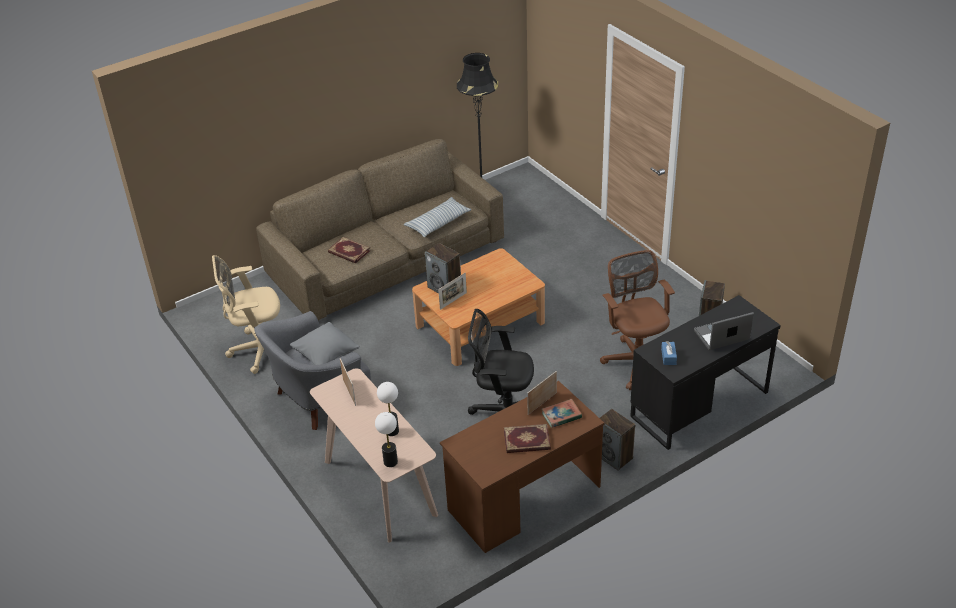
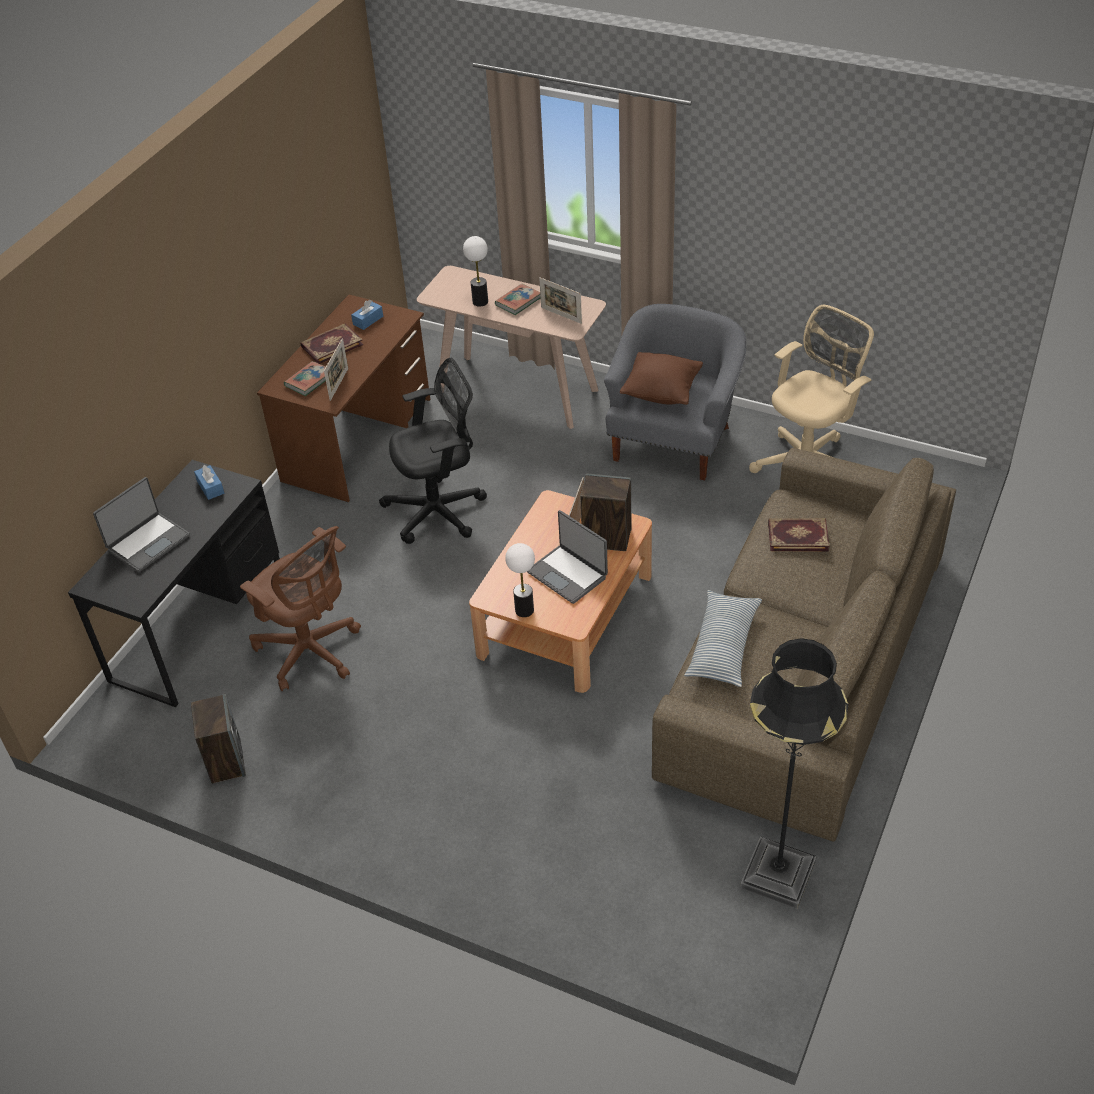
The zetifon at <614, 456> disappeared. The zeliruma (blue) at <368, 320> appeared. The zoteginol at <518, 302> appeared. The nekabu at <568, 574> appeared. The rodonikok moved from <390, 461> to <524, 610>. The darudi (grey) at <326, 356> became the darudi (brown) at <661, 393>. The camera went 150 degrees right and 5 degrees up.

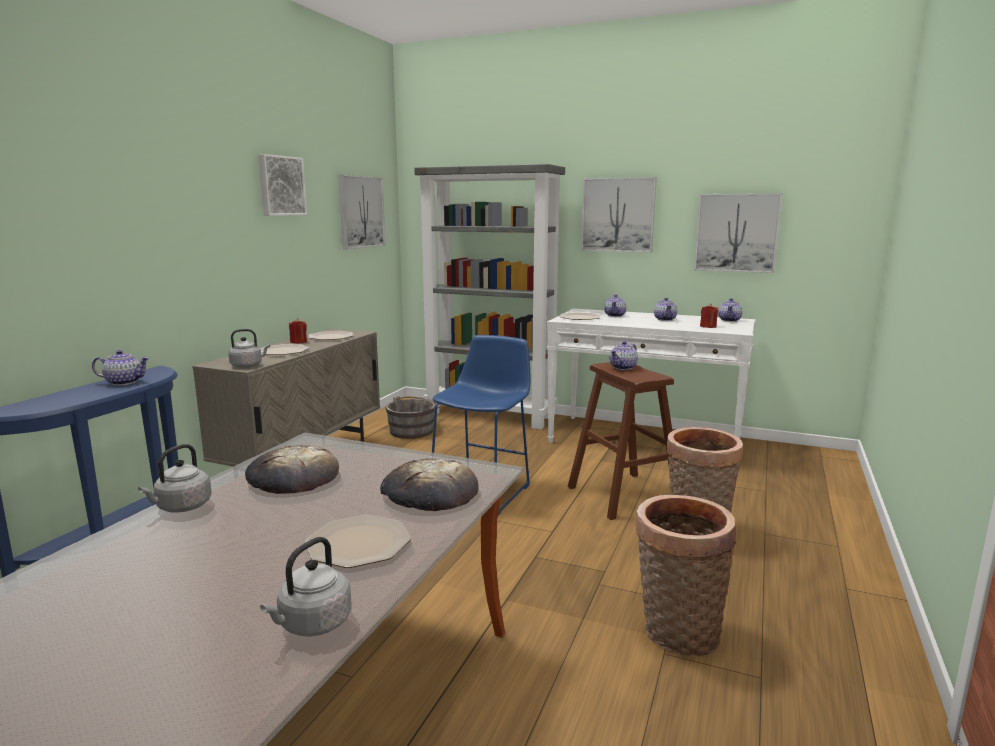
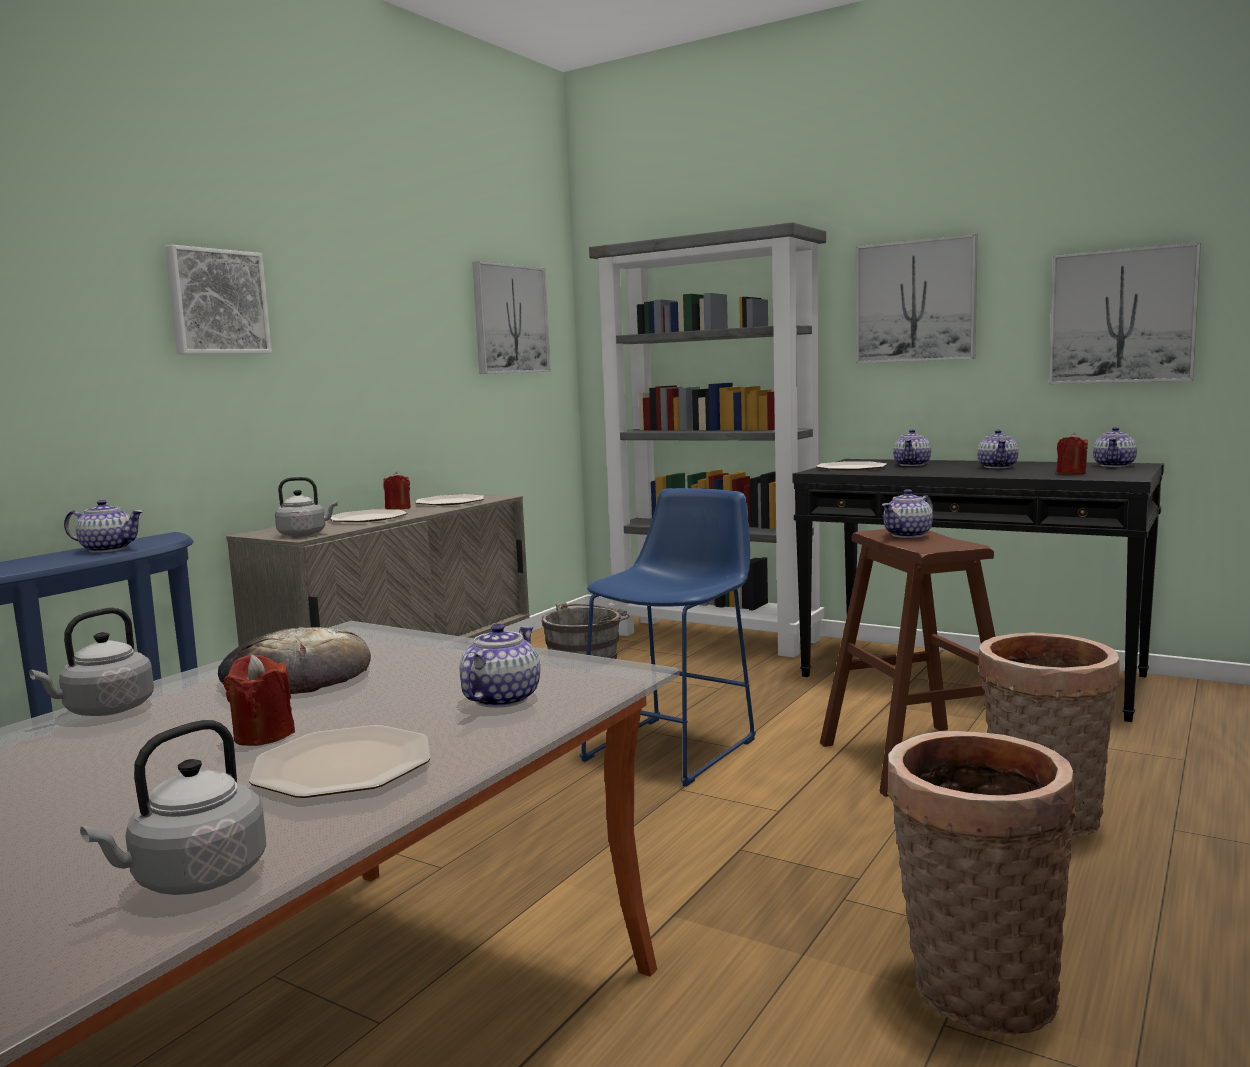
The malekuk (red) at <263, 735> appeared. The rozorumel moved from <281, 186> to <216, 302>. The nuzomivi at <429, 492> was replaced by the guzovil at <500, 699>. The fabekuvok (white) at <645, 440> became the fabekuvok (black) at <972, 676>. The camera went 10 degrees right and 5 degrees down.

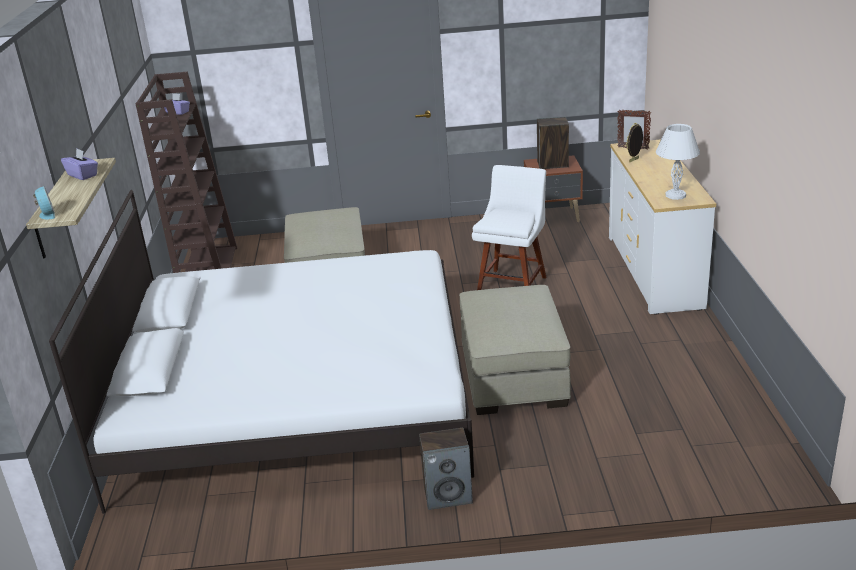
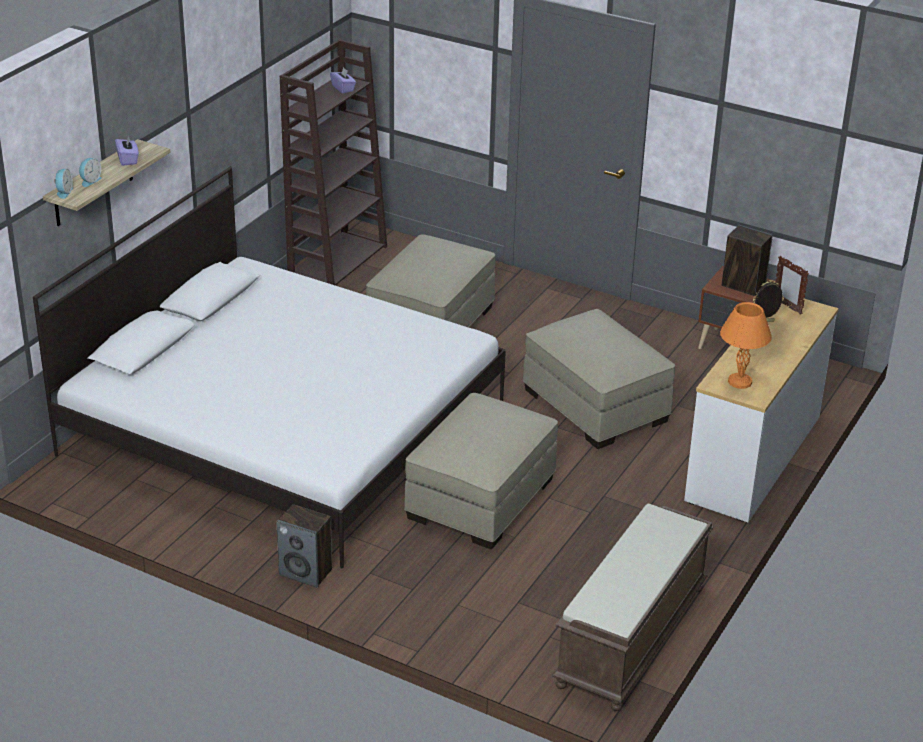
The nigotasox at <90, 181> appeared. The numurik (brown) at <632, 637> appeared. The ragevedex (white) at <513, 283> was replaced by the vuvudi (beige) at <596, 406>. The rodonikok (white) at <674, 195> became the rodonikok (orange) at <739, 381>. The camera went 30 degrees right and 5 degrees up.

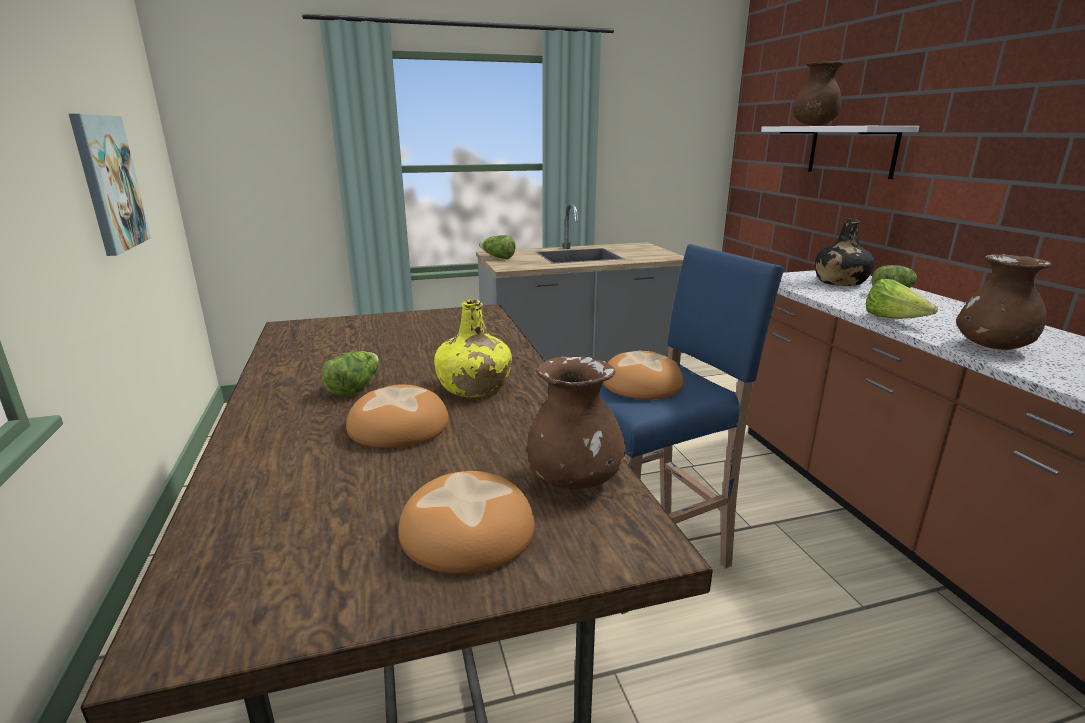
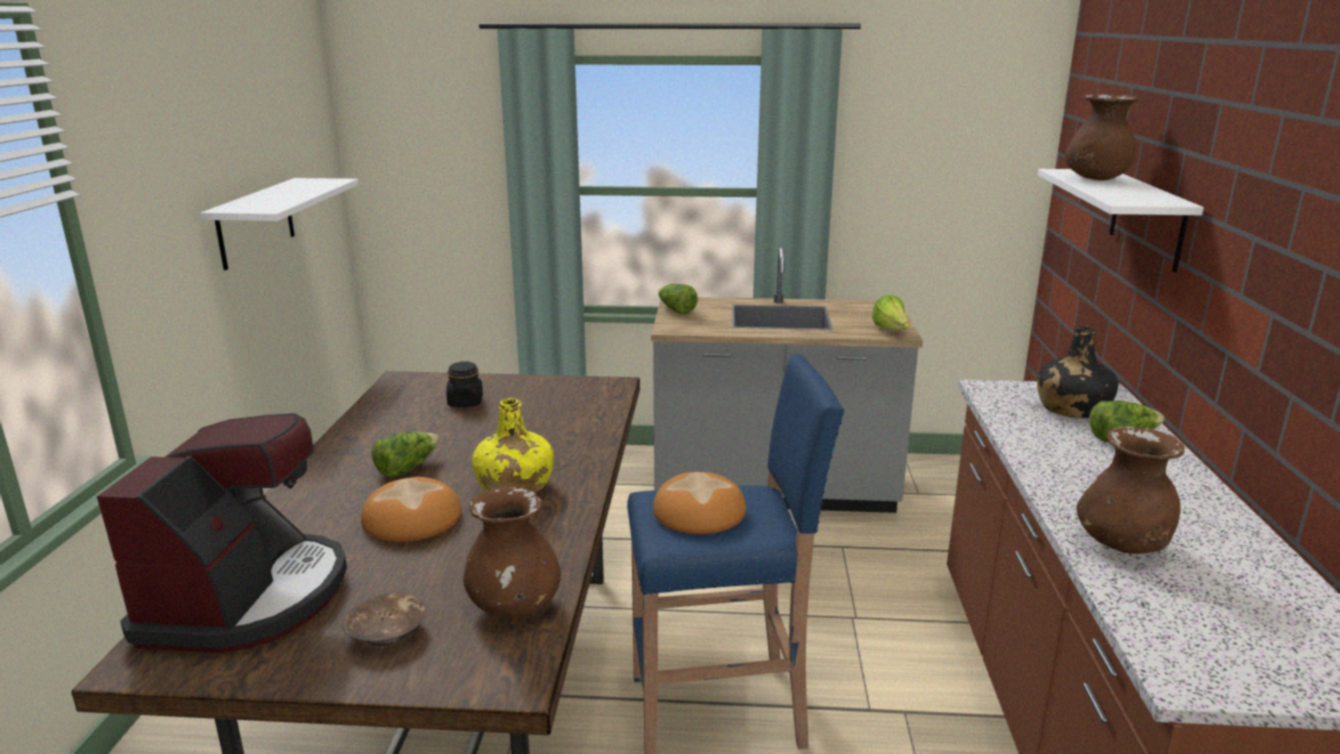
The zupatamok at <248, 598> appeared. The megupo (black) at <465, 402> appeared. The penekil moved from <893, 319> to <891, 331>. The rozorumel at <109, 183> was replaced by the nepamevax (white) at <256, 223>. The nuzomivi at <469, 531> was replaced by the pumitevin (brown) at <387, 632>. The camera went 20 degrees right and 0 degrees up.

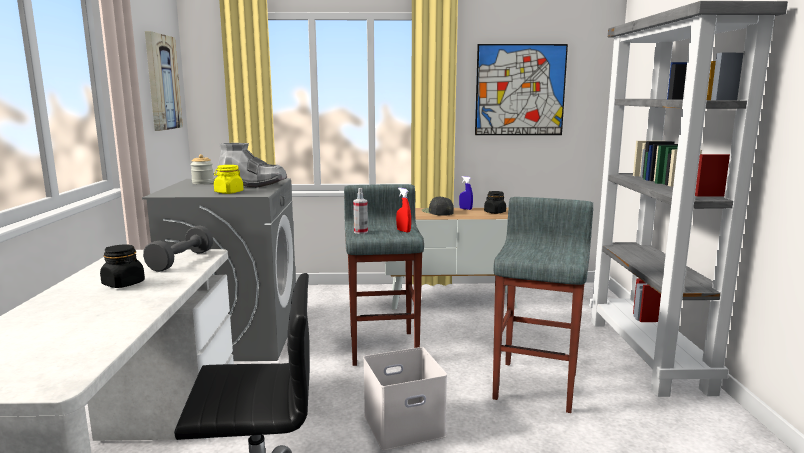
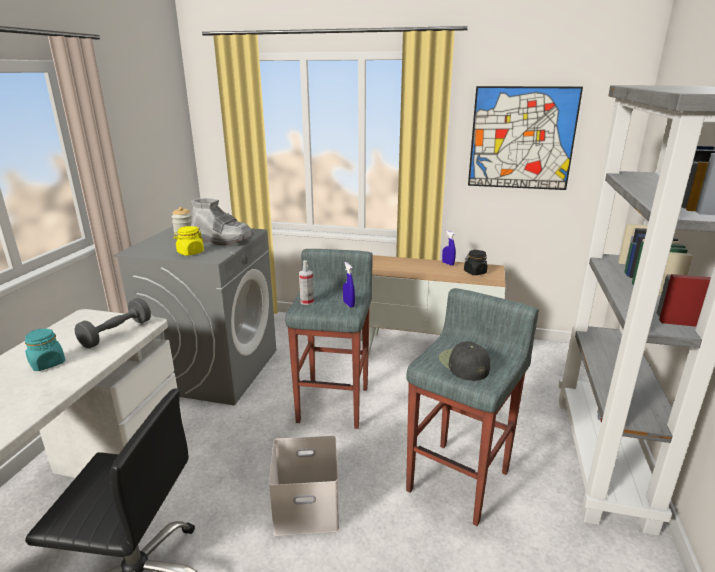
The rozorumel at <162, 82> disappeared. The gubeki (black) moved from <437, 212> to <463, 364>. The megupo (black) at <124, 284> became the megupo (turquoise) at <47, 363>. The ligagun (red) at <403, 231> became the ligagun (blue) at <348, 304>. The camera went 15 degrees right and 10 degrees up.

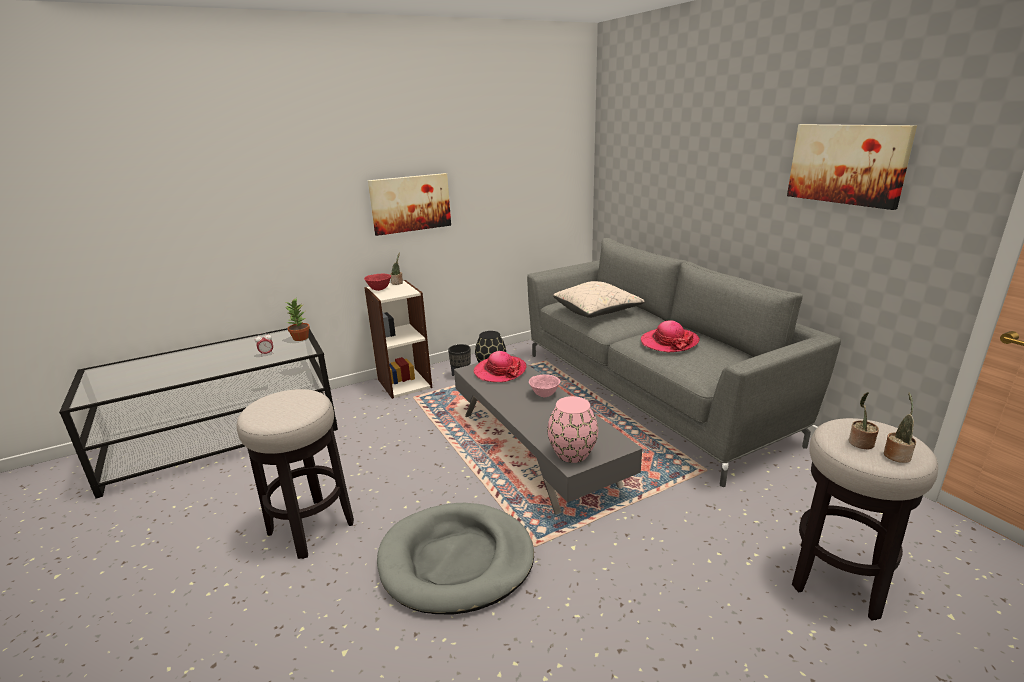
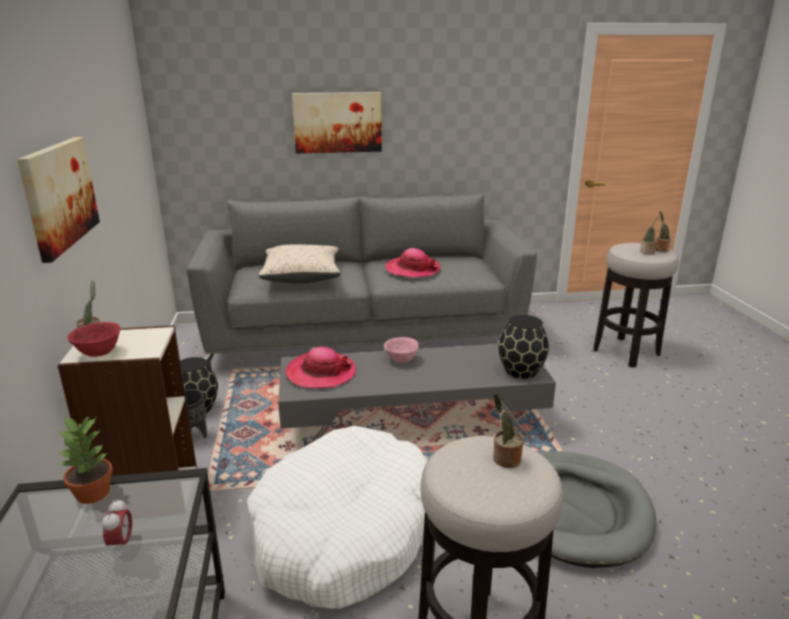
The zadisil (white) at <345, 532> appeared. The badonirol at <504, 459> appeared. The rozorumel moved from <847, 164> to <337, 122>. The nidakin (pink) at <572, 453> became the nidakin (black) at <520, 371>. The camera went 70 degrees left and 0 degrees up.

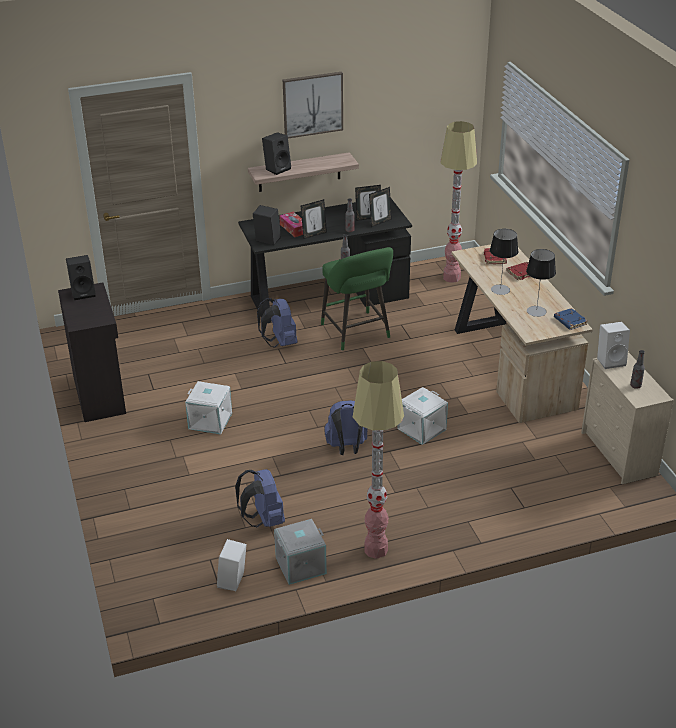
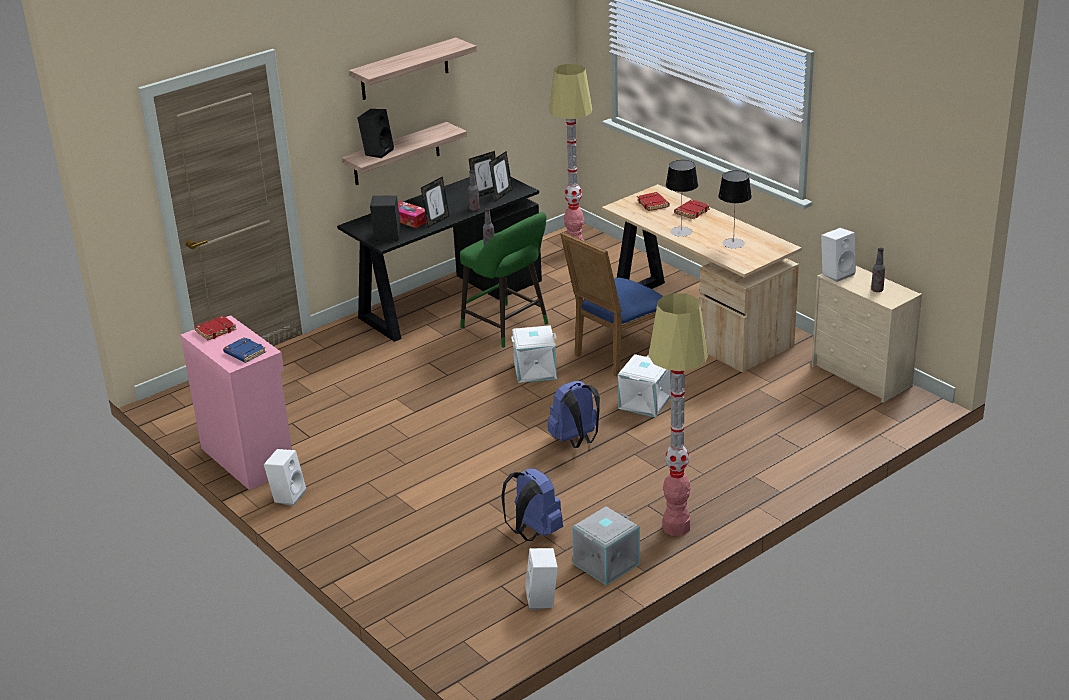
The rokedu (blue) at <279, 342> disappeared. The zetifon (white) at <287, 495> appeared. The ragevedex (blue) at <617, 354> appeared. The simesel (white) moved from <211, 420> to <535, 370>. The zoteginol (blue) moved from <569, 321> to <244, 353>. The zetifon (black) at <84, 293> was replaced by the zoteginol (red) at <215, 330>. The rozorumel at <312, 104> was replaced by the nepamevax at <404, 69>. The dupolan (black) at <100, 394> became the dupolan (pink) at <248, 457>. The camera went 20 degrees left and 5 degrees down.

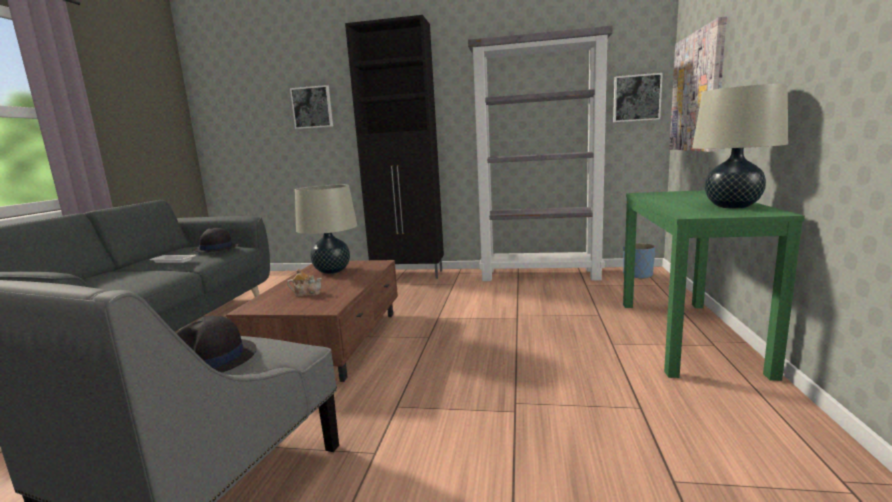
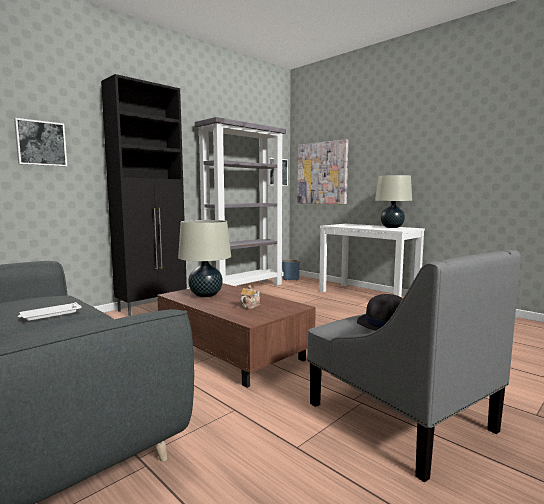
The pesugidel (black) at <215, 248> disappeared. The fabekuvok (green) at <687, 335> became the fabekuvok (white) at <368, 295>. The camera went 55 degrees left and 5 degrees down.

